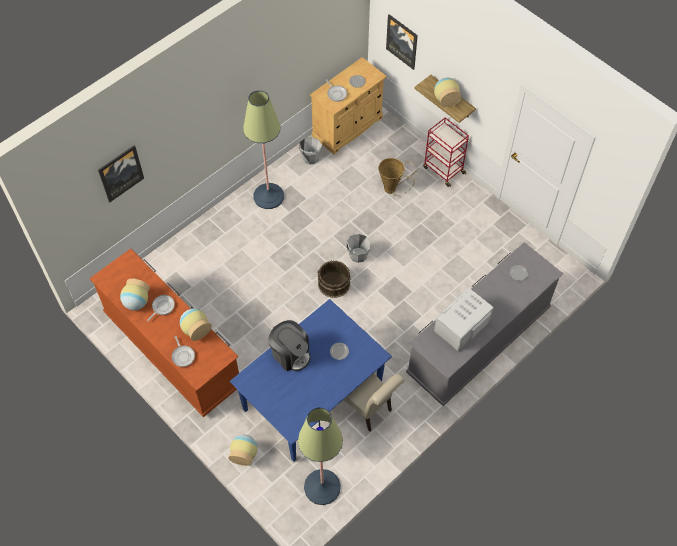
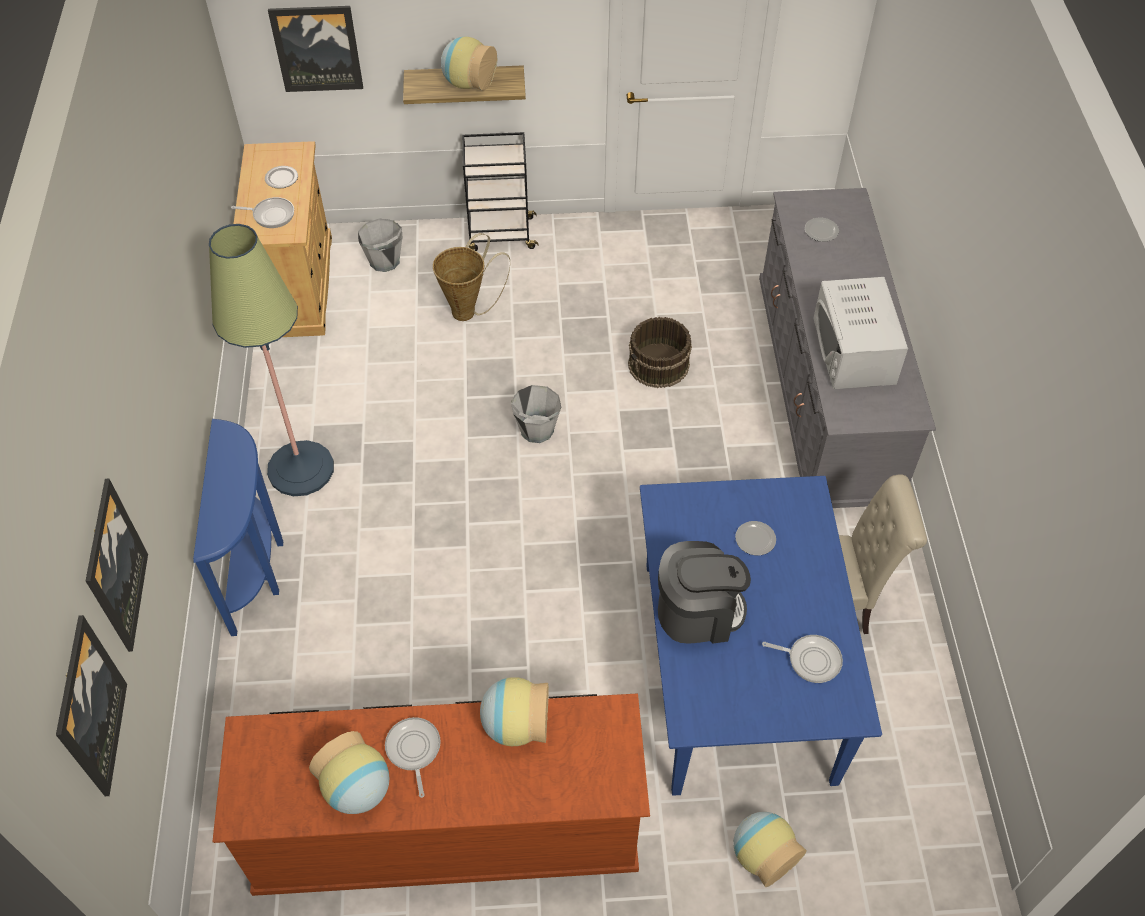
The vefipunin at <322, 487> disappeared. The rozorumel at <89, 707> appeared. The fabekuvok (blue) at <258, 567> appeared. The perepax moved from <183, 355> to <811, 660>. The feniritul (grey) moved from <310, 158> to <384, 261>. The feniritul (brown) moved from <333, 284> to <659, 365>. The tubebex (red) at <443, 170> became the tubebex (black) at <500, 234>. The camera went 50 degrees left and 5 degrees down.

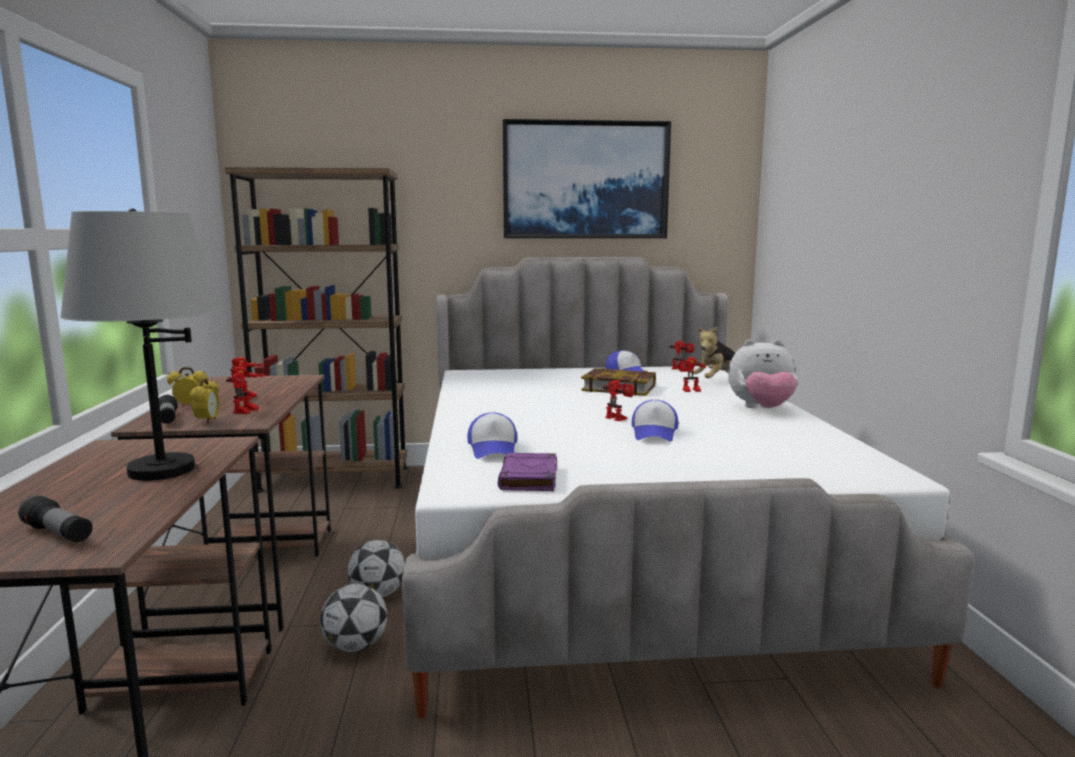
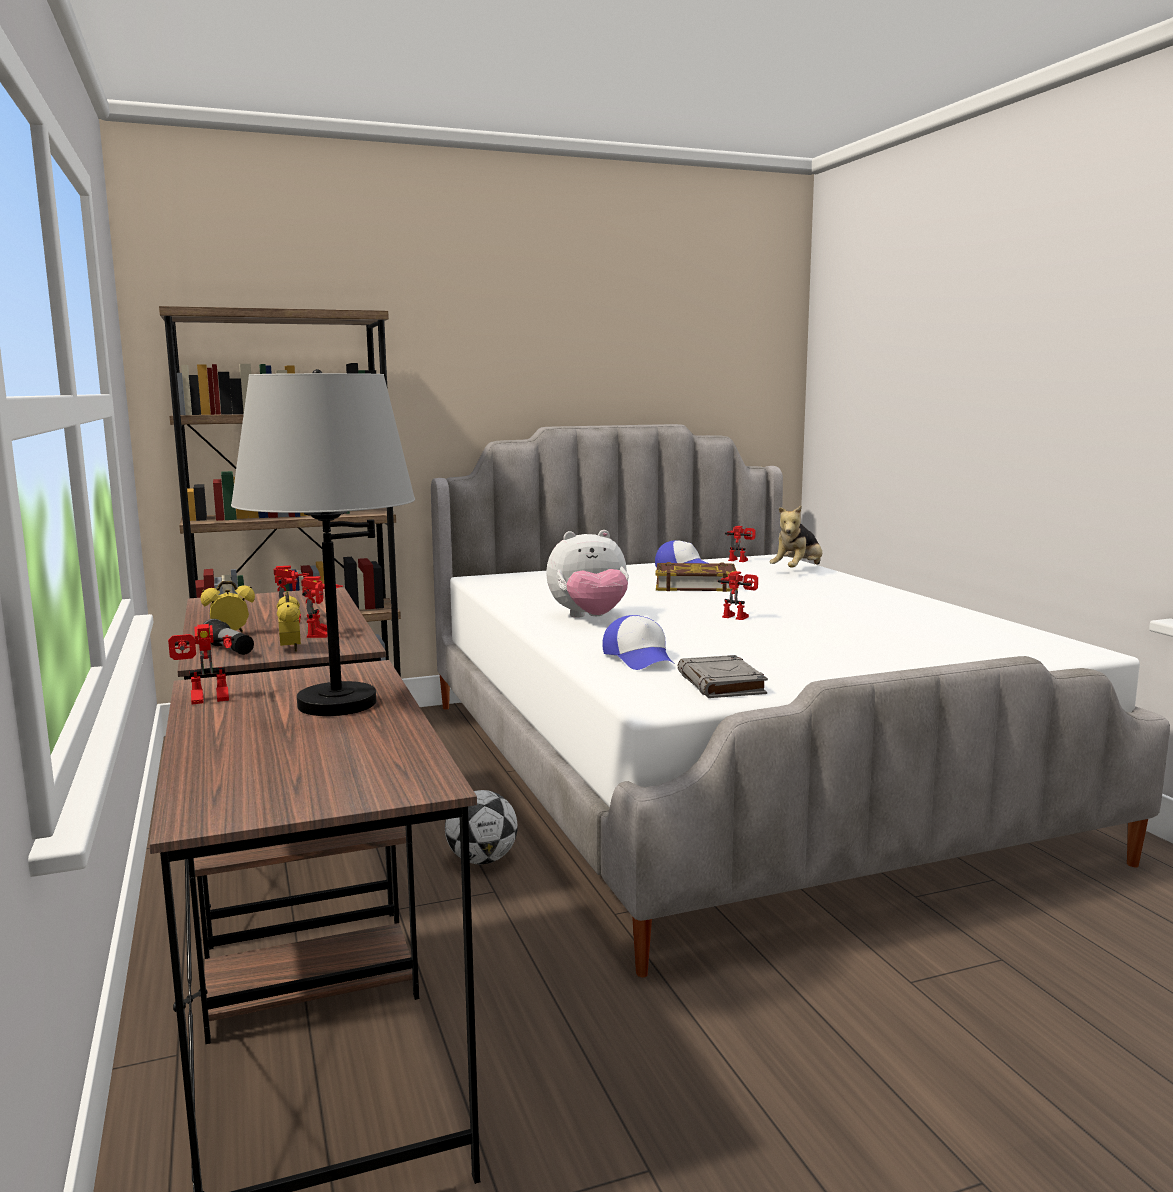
The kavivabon at <58, 534> disappeared. The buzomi at <356, 646> disappeared. The rozorumel at <585, 180> disappeared. The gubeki at <654, 433> disappeared. The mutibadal moved from <691, 391> to <207, 700>. The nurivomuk moved from <761, 409> to <589, 618>. The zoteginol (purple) at <529, 478> became the zoteginol (grey) at <722, 684>. The camera went 15 degrees left and 0 degrees up.

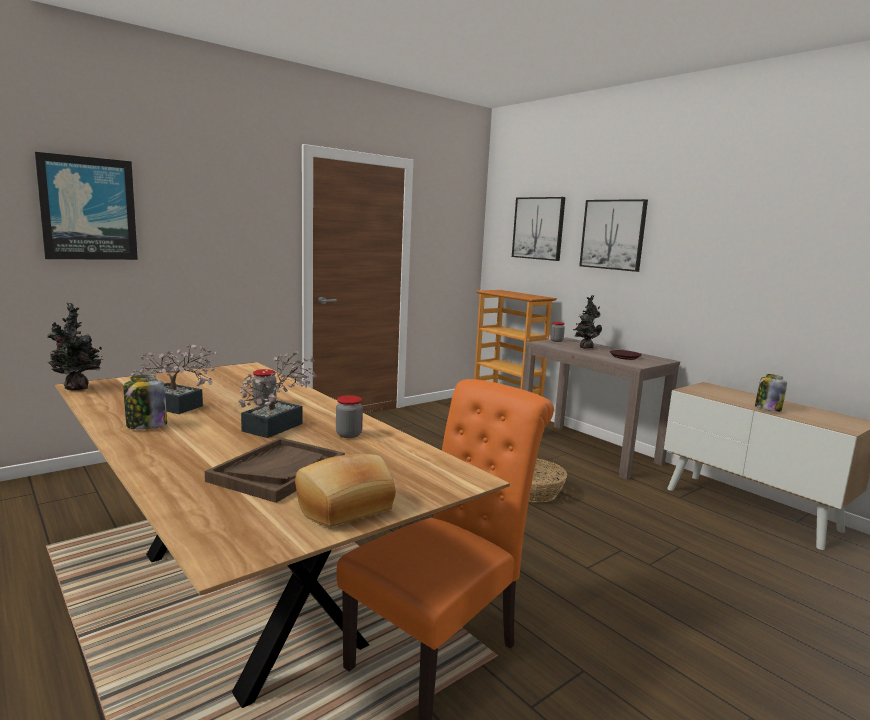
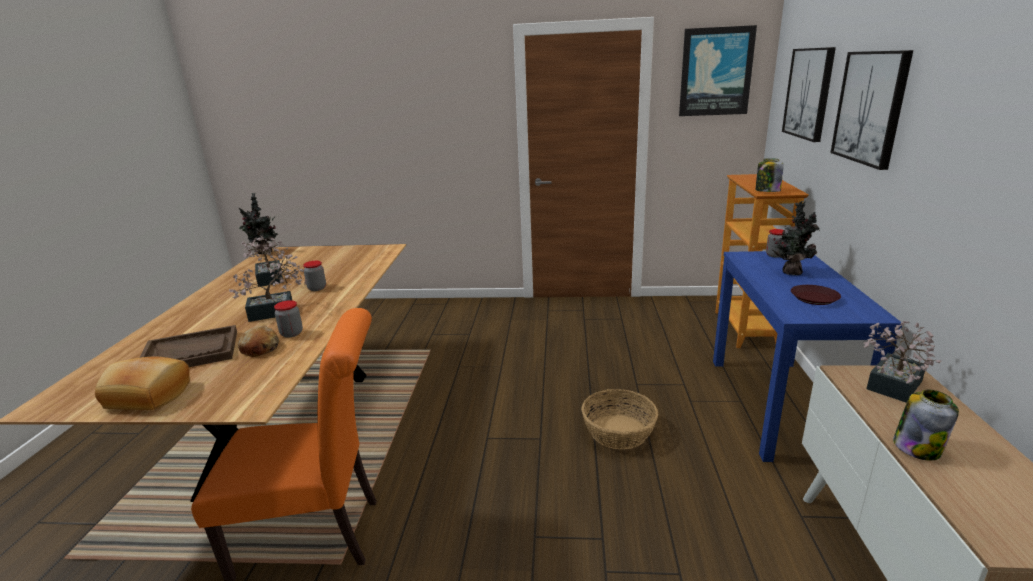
The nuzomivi at <260, 349> appeared. The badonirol at <891, 387> appeared. The rozorumel moved from <88, 209> to <715, 72>. The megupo moved from <146, 426> to <767, 191>. The fabekuvok (brown) at <588, 449> became the fabekuvok (blue) at <778, 405>. The camera went 45 degrees right and 10 degrees up.

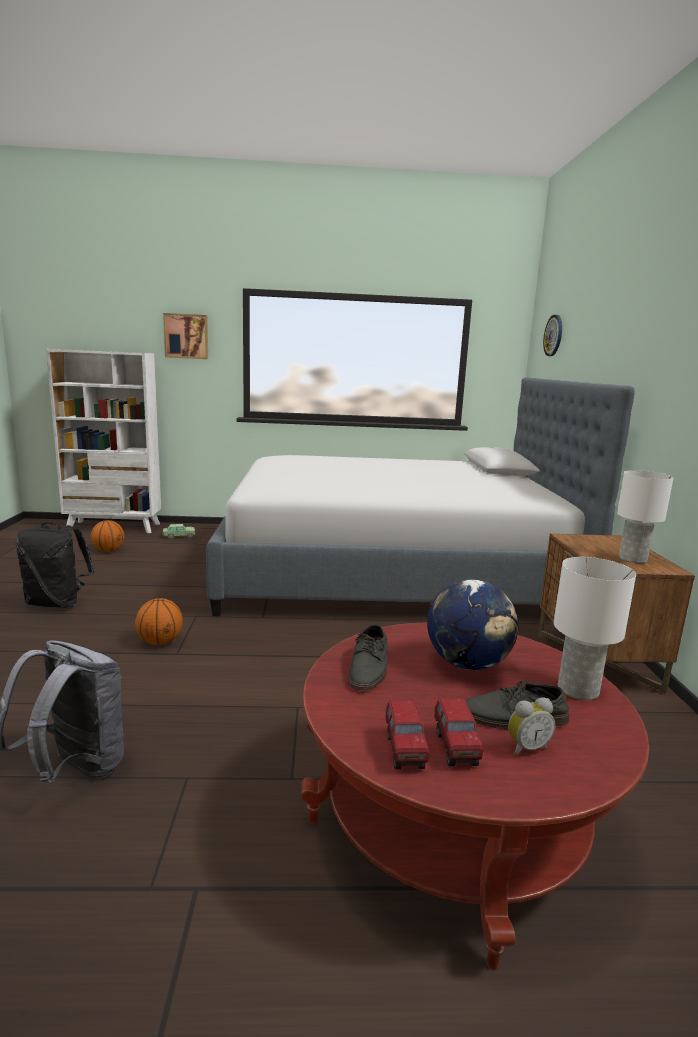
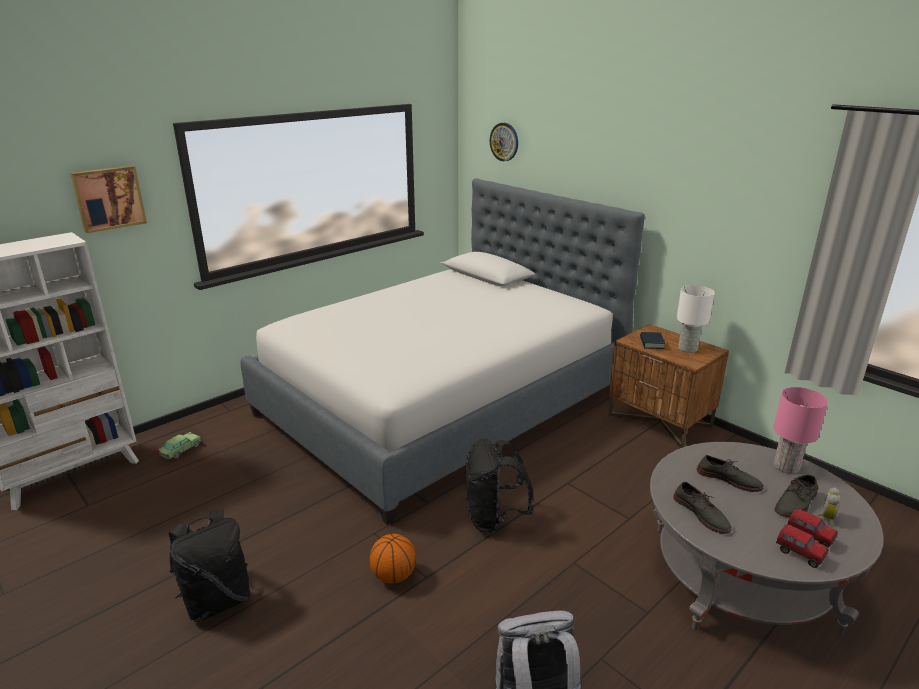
The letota at <108, 551> disappeared. The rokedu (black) at <494, 519> appeared. The zoteginol at <651, 343> appeared. The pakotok at <468, 663> was replaced by the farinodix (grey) at <728, 479>. The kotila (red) at <453, 821> became the kotila (grey) at <741, 576>. The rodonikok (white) at <577, 689> became the rodonikok (pink) at <785, 466>. The camera went 40 degrees left and 10 degrees up.

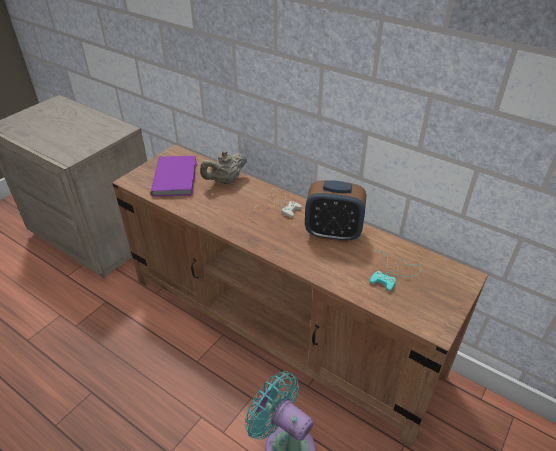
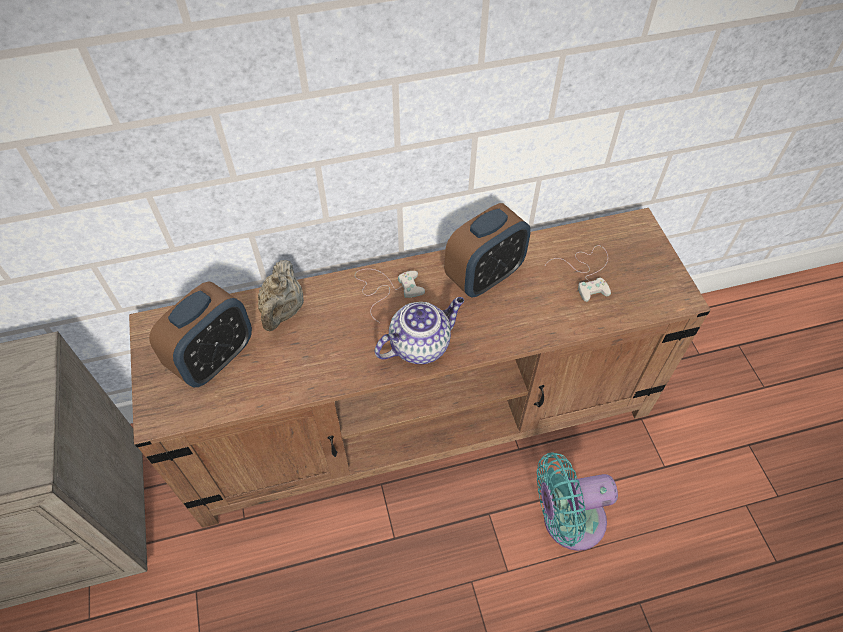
The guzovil at <420, 344> appeared. The zoteginol (purple) at <176, 177> was replaced by the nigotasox at <214, 358>. The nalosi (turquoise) at <394, 272> became the nalosi (white) at <587, 272>. The camera went 50 degrees left and 15 degrees up.

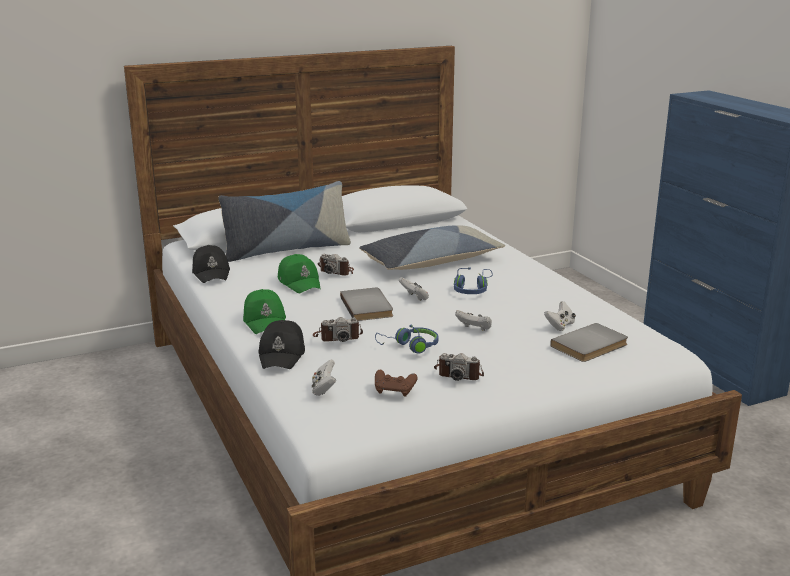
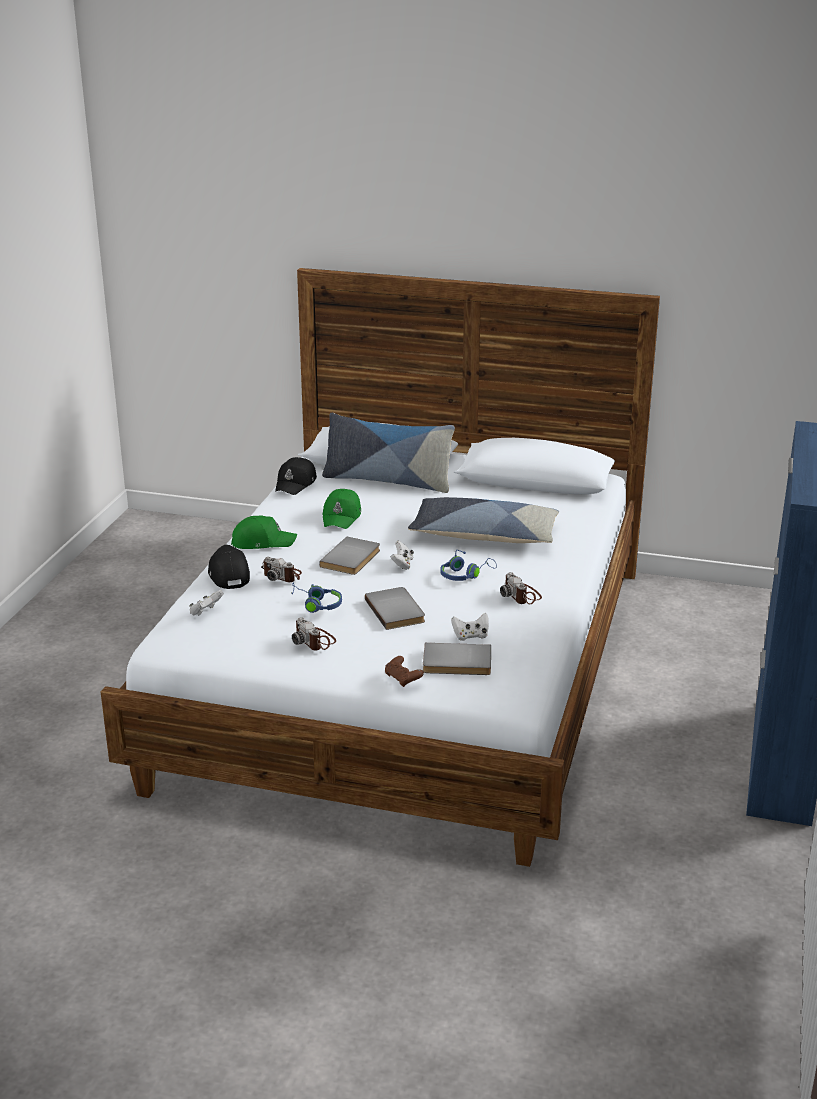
The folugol moved from <337, 271> to <521, 595>. The nalosi (brown) moved from <394, 391> to <403, 679>. The nalosi (white) at <474, 329> was replaced by the zoteginol (grey) at <397, 610>. The gubeki (green) at <265, 320> turned 120 degrees counterclockwise. The gubeki (black) at <282, 354> turned 120 degrees clockwise. The camera went 40 degrees right and 5 degrees up.

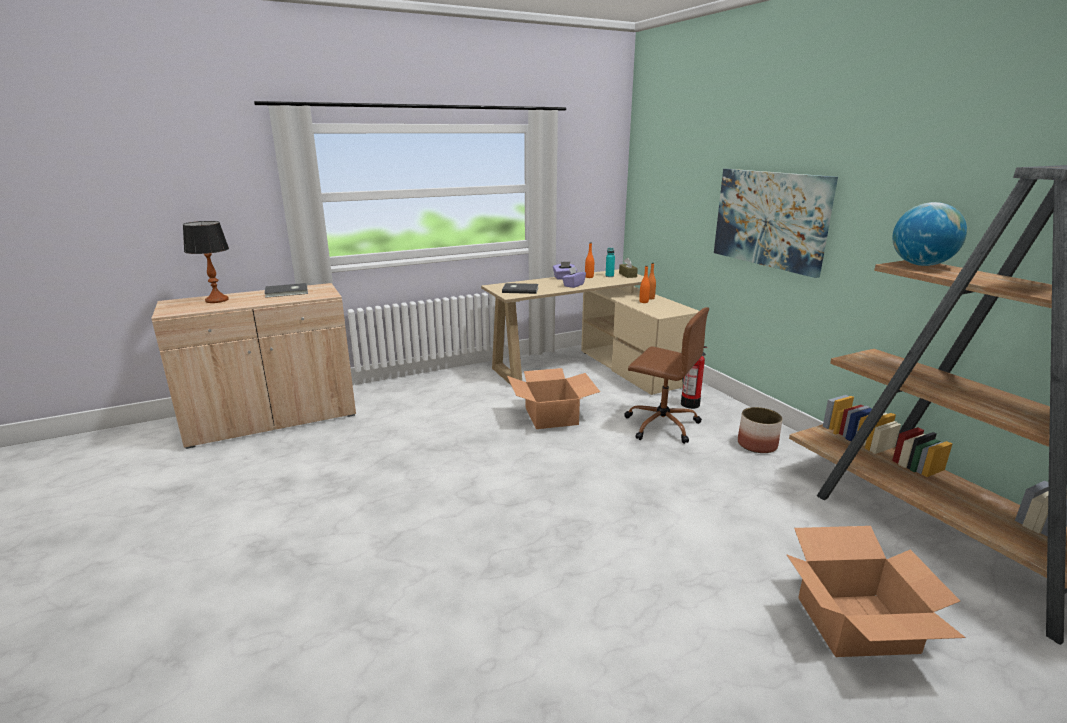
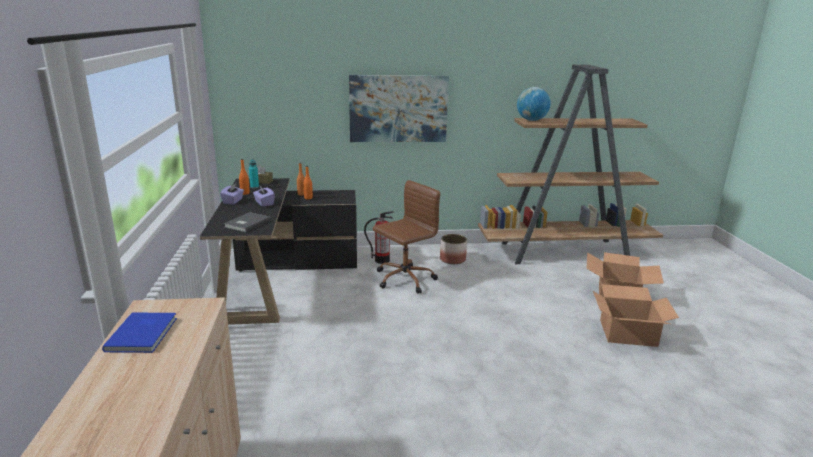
The rodonikok at <217, 300> disappeared. The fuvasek moved from <552, 416> to <627, 332>. The zoteginol (grey) at <287, 292> became the zoteginol (blue) at <144, 333>. The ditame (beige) at <590, 369> became the ditame (black) at <278, 277>. The camera went 70 degrees left and 0 degrees up.

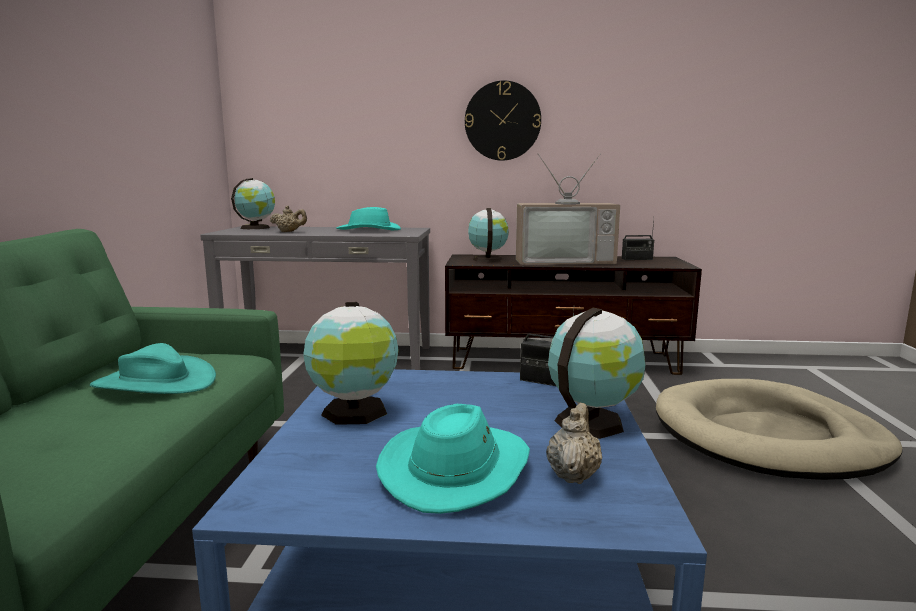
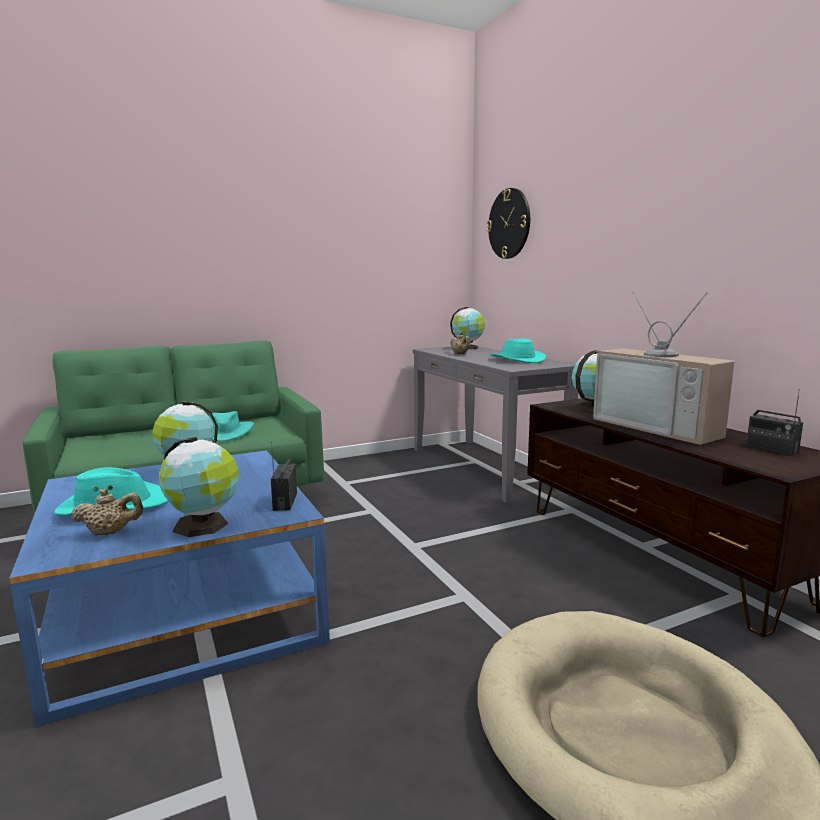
The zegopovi moved from <502, 121> to <509, 224>. The camera went 60 degrees right and 0 degrees up.

